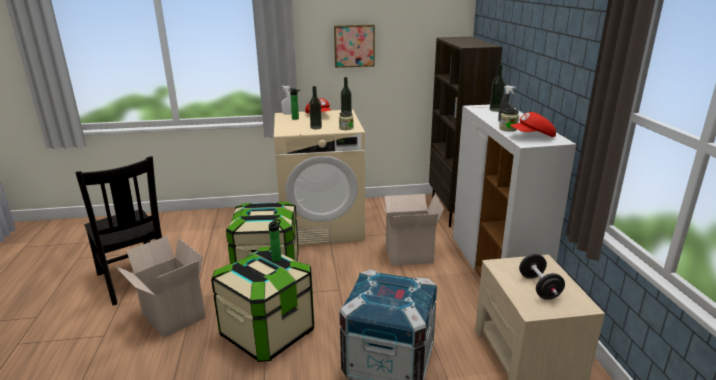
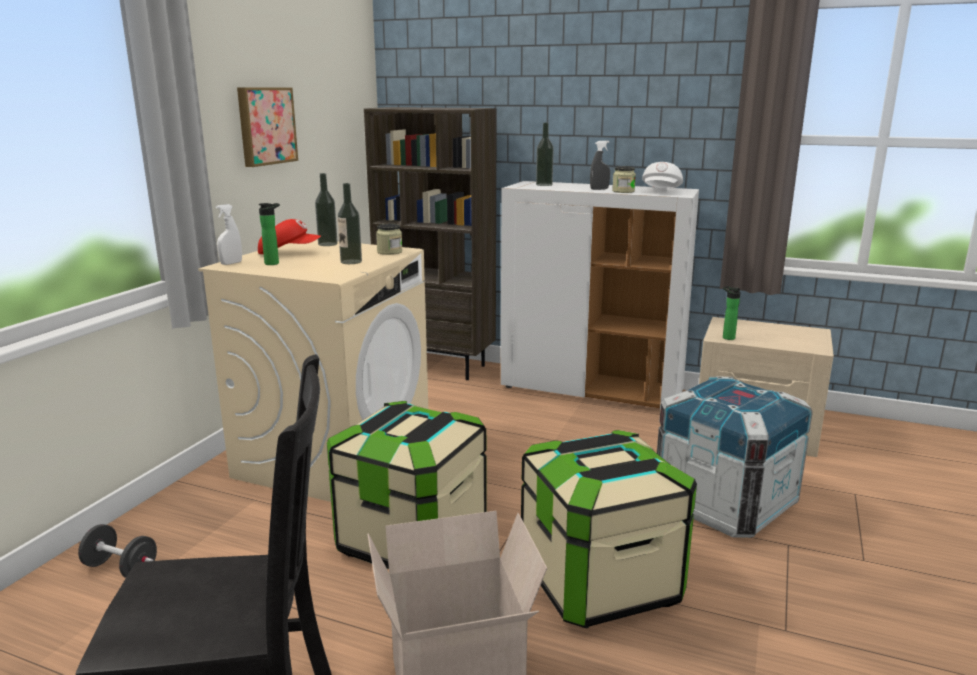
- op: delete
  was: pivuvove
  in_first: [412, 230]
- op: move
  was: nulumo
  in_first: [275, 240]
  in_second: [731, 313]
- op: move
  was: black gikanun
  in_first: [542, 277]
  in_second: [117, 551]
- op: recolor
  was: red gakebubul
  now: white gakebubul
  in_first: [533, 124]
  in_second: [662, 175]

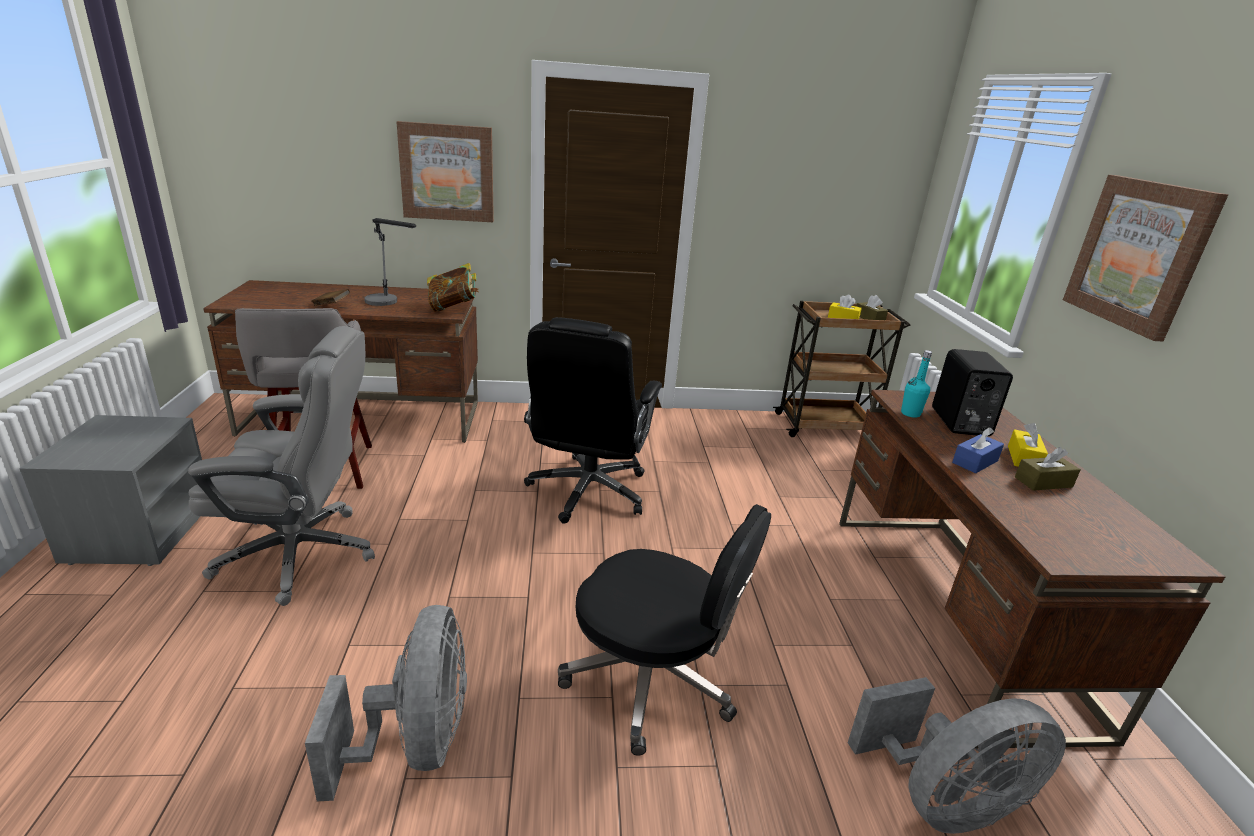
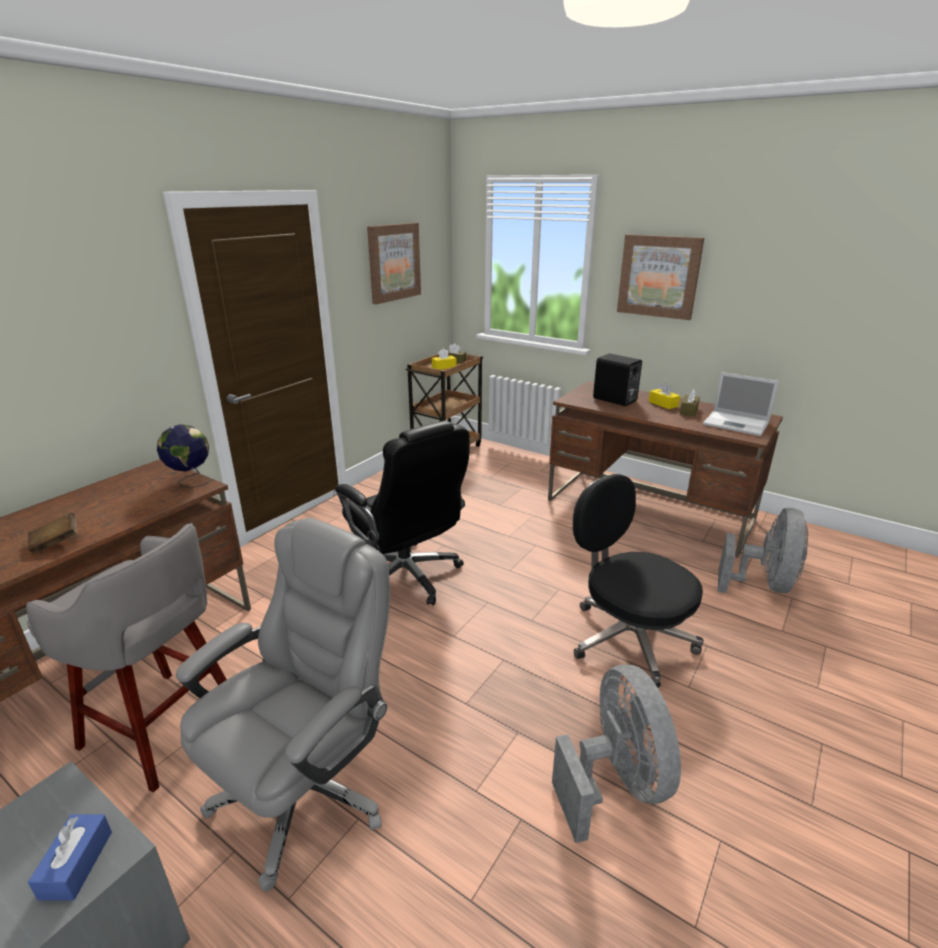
- op: delete
  was: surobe
  in_first: [390, 262]
- op: delete
  was: turquoise nulumo
  in_first: [916, 384]
- op: insert
  now: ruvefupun
  in_second: [741, 404]
- op: move
  was: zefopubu
  in_first: [445, 171]
  in_second: [394, 263]
- op: move
  was: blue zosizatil
  in_first: [978, 450]
  in_second: [70, 857]
- op: replace
  was: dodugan
  now: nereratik
  in_first: [453, 287]
  in_second: [183, 456]
- op: rotate
  was: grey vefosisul
  in_first: [386, 703]
  in_second: [616, 754]
  clockwise: 45
- op: rotate
  was: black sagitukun
  in_first: [664, 630]
  in_second: [638, 581]
  clockwise: -105

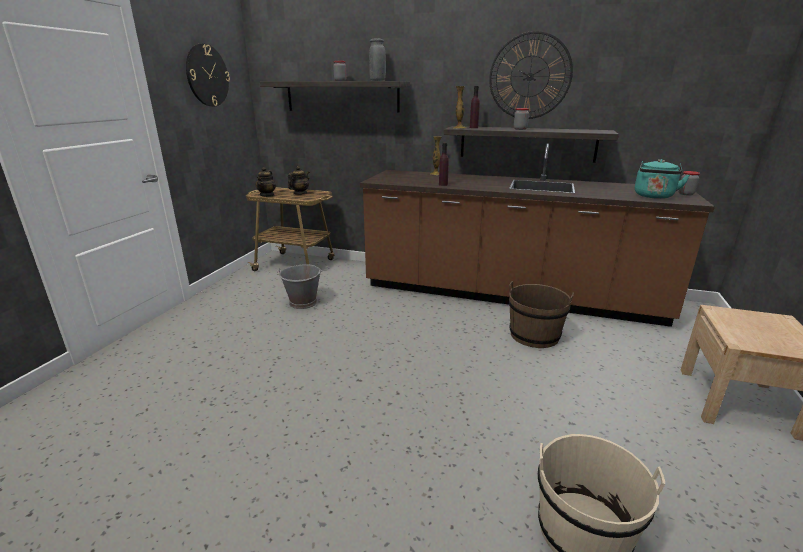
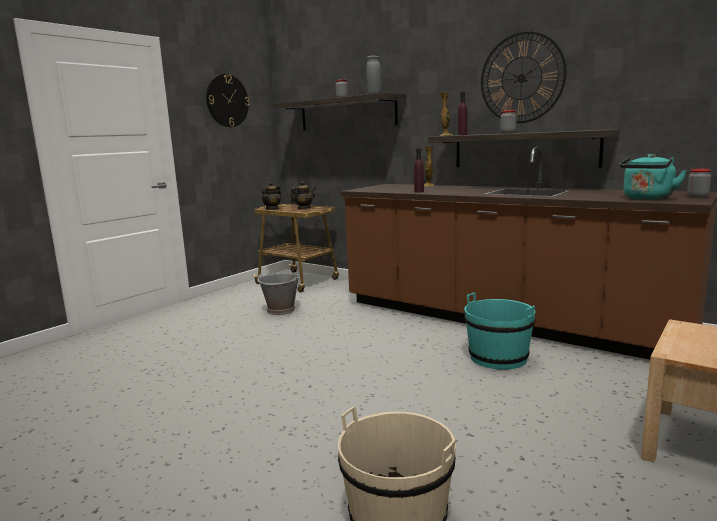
- op: recolor
  was: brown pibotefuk
  now: turquoise pibotefuk
  in_first: [541, 314]
  in_second: [499, 331]

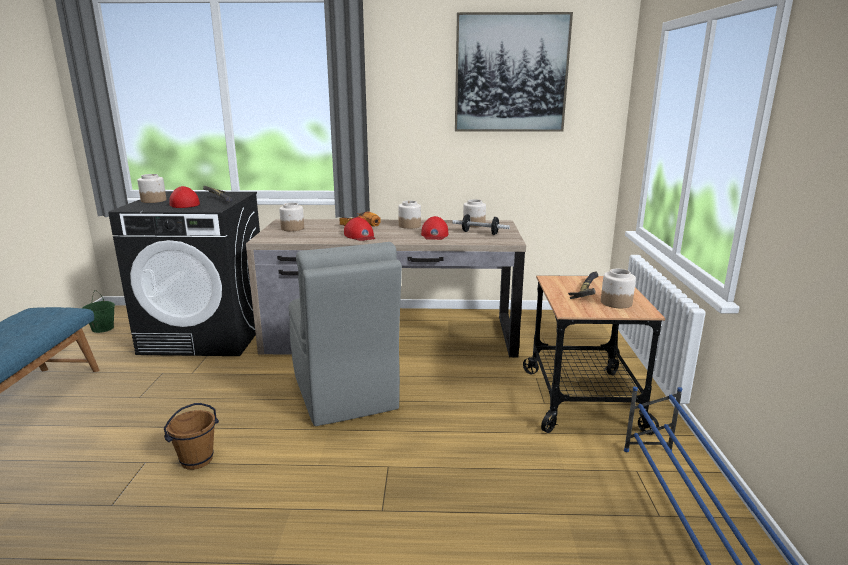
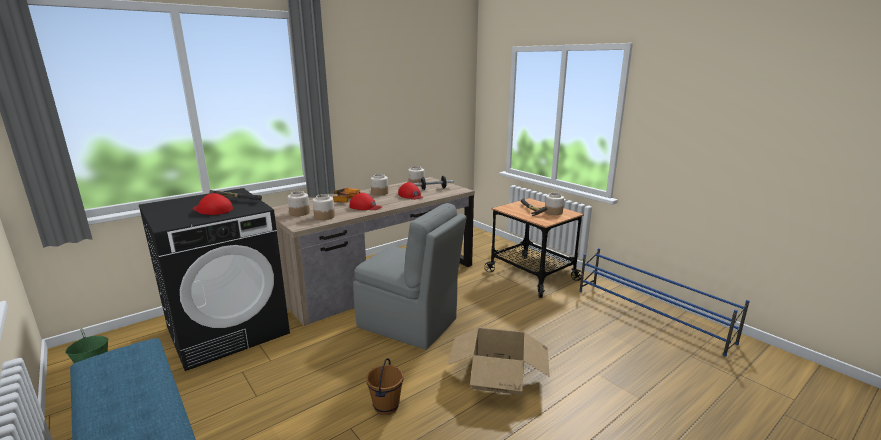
- op: delete
  was: zefopubu
  in_first: [514, 72]
- op: insert
  now: pivuvove
  in_second: [499, 361]
- op: move
  was: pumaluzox
  in_first: [151, 188]
  in_second: [324, 207]

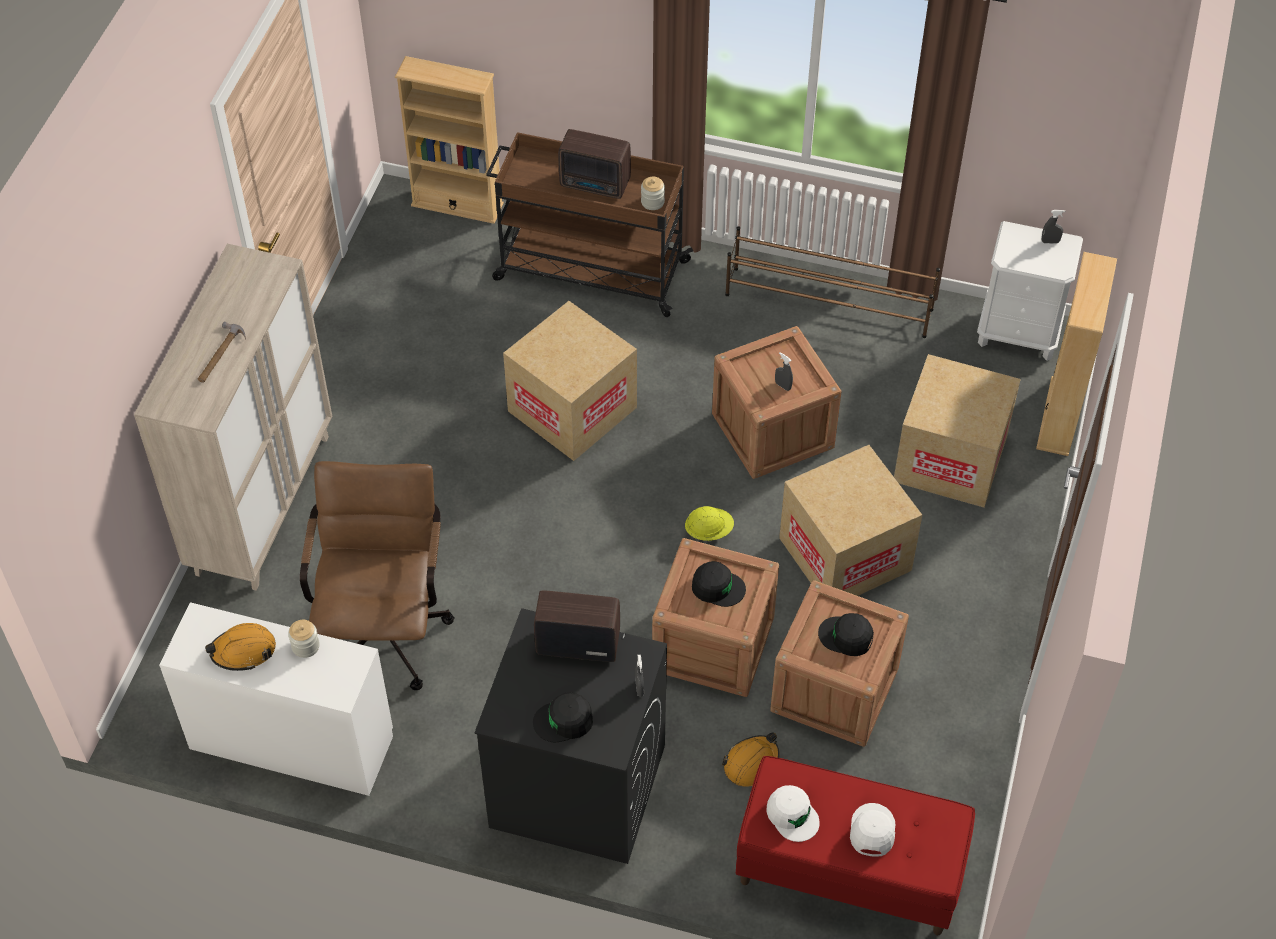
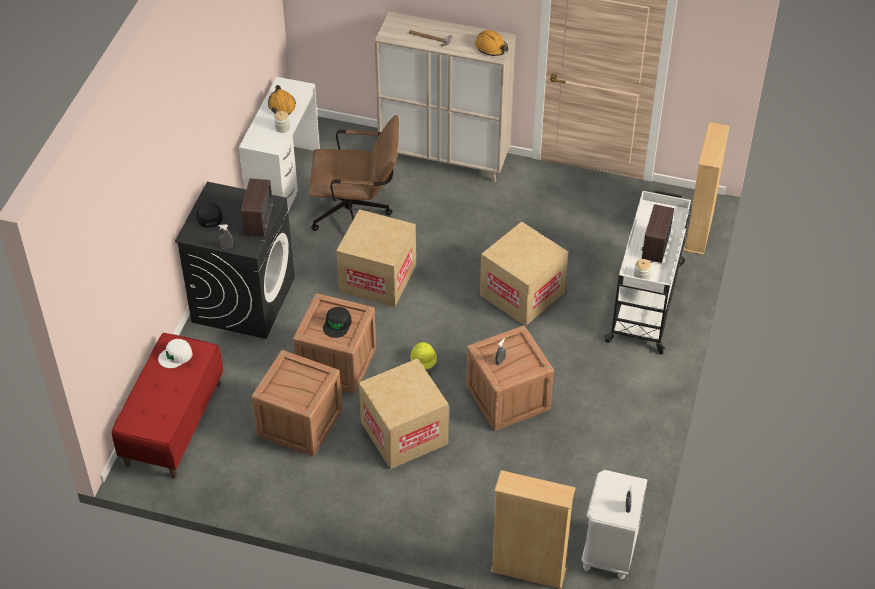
- op: delete
  was: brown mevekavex
  in_first: [832, 282]
- op: delete
  was: black gakebubul
  in_first: [846, 634]
- op: delete
  was: white gakebubul
  in_first: [872, 830]
- op: move
  was: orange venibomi
  in_first: [750, 759]
  in_second: [491, 43]
- op: move
  was: pivuvove
  in_first: [957, 431]
  in_second: [376, 258]
- op: recolor
  was: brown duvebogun
  now: white duvebogun
  in_first: [589, 224]
  in_second: [647, 272]

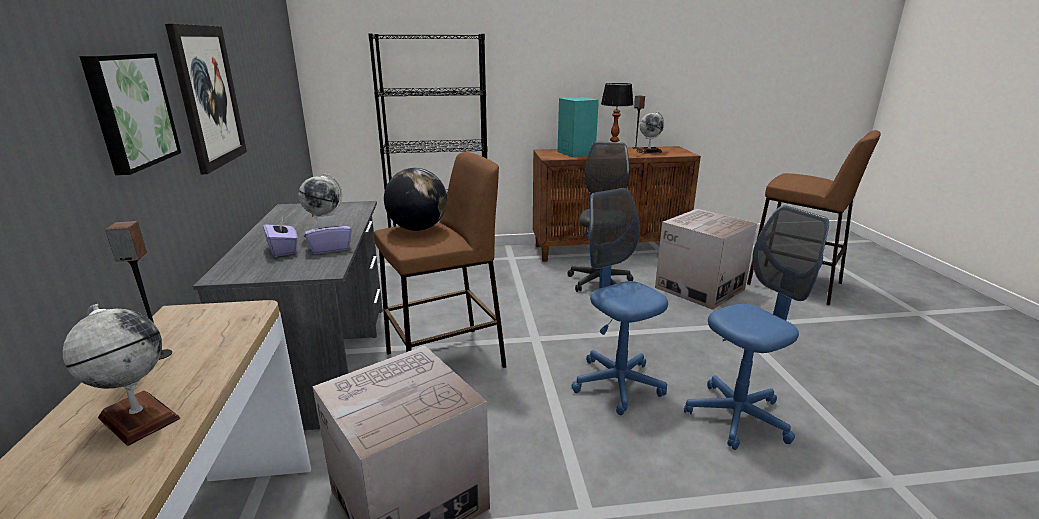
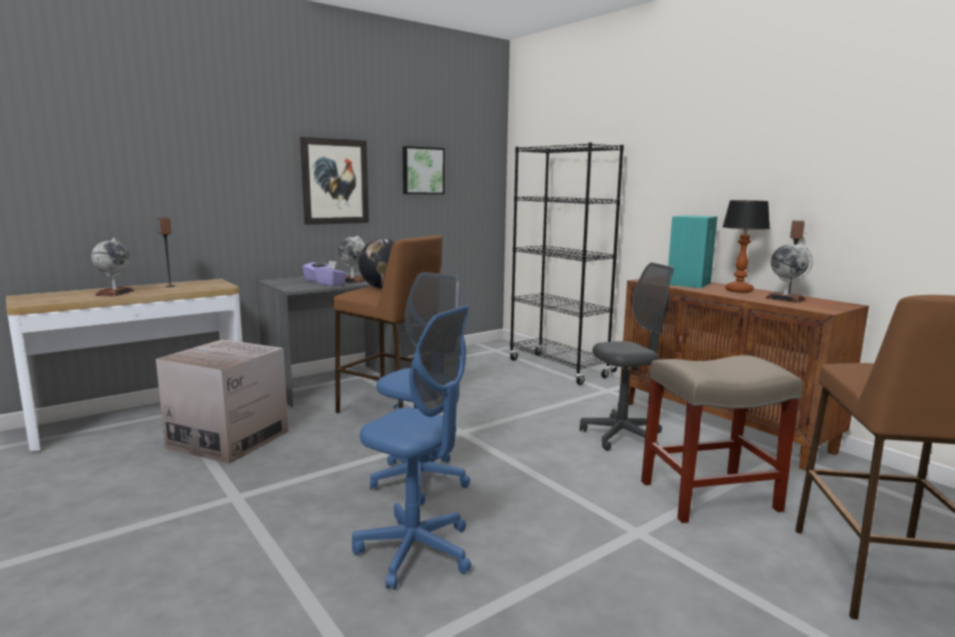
- op: move
  was: zefopubu
  in_first: [130, 114]
  in_second: [424, 170]
- op: replace
  was: pivuvove
  now: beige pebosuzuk
  in_first: [706, 259]
  in_second: [721, 439]

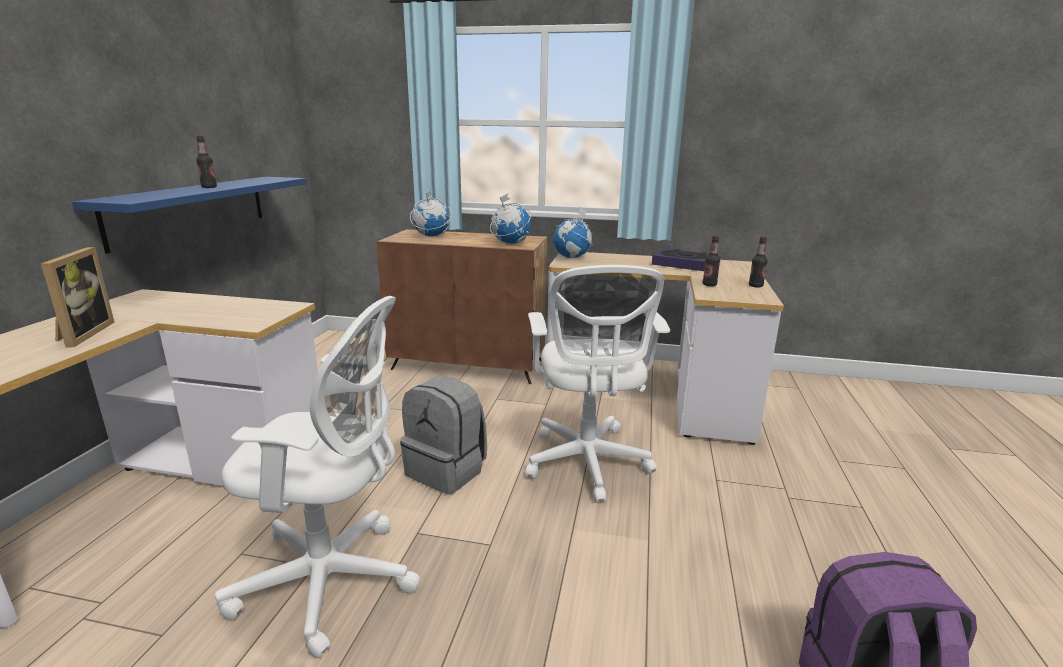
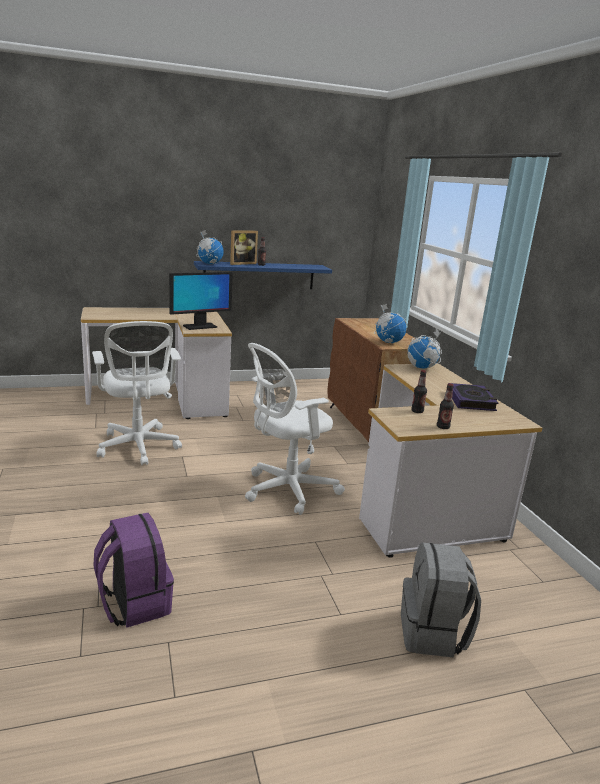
- op: insert
  now: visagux
  in_second: [201, 301]
- op: move
  was: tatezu
  in_first: [77, 297]
  in_second: [244, 247]
- op: move
  was: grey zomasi
  in_first: [443, 435]
  in_second: [441, 600]
- op: move
  was: nereratik
  in_first: [431, 213]
  in_second: [210, 247]

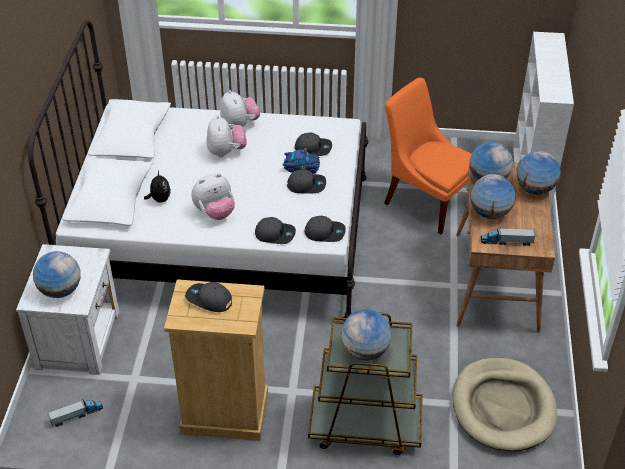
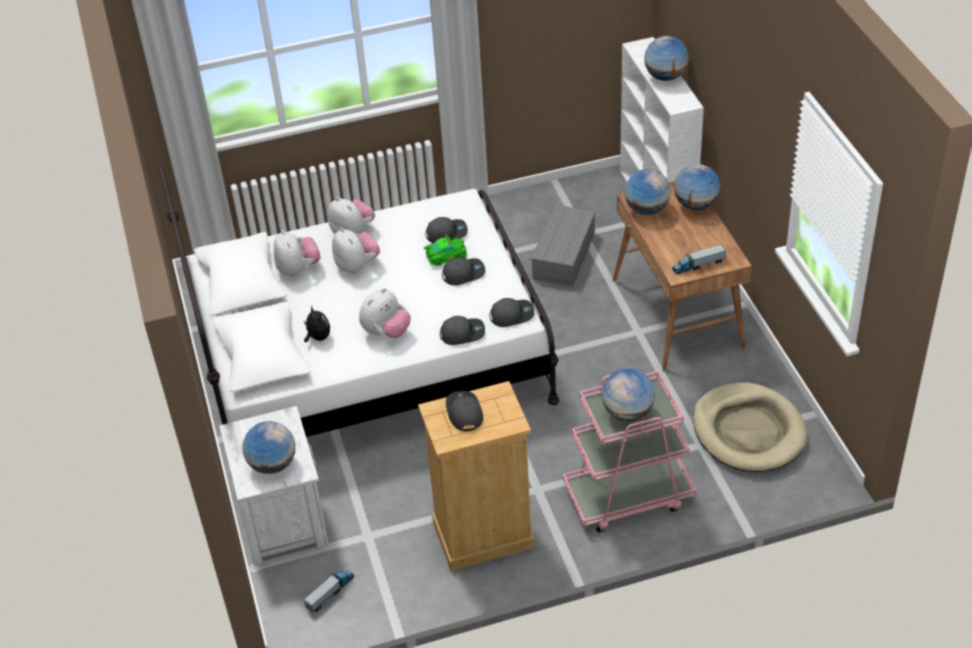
- op: insert
  now: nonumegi
  in_second: [297, 253]
- op: move
  was: nereratik
  in_first: [492, 196]
  in_second: [666, 58]
- op: replace
  was: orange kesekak
  now: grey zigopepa
  in_first: [428, 155]
  in_second: [563, 246]
- op: recolor
  was: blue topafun
  now: green topafun
  in_first: [301, 161]
  in_second: [445, 250]
- op: recolor
  was: brown duvebogun
  now: pink duvebogun
  in_first: [365, 383]
  in_second: [630, 451]
- op: rotate
  was: grey gakebubul
  in_first: [208, 297]
  in_second: [464, 411]
  clockwise: 75

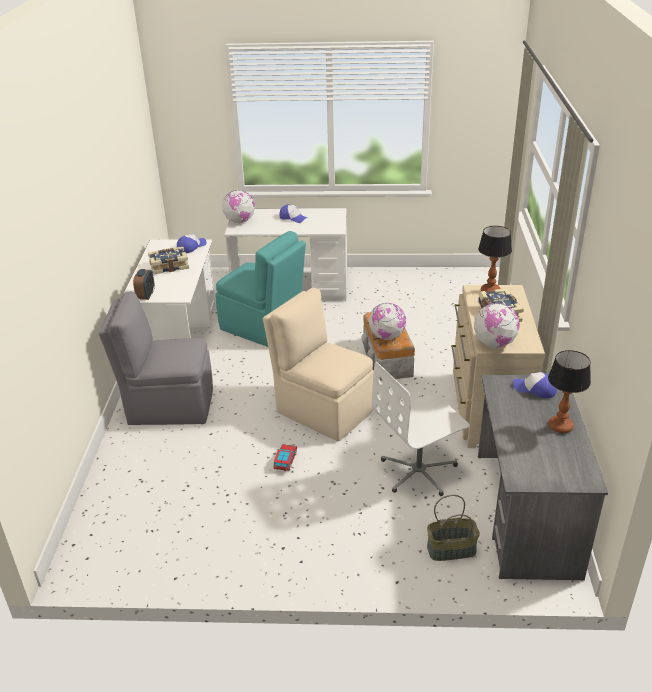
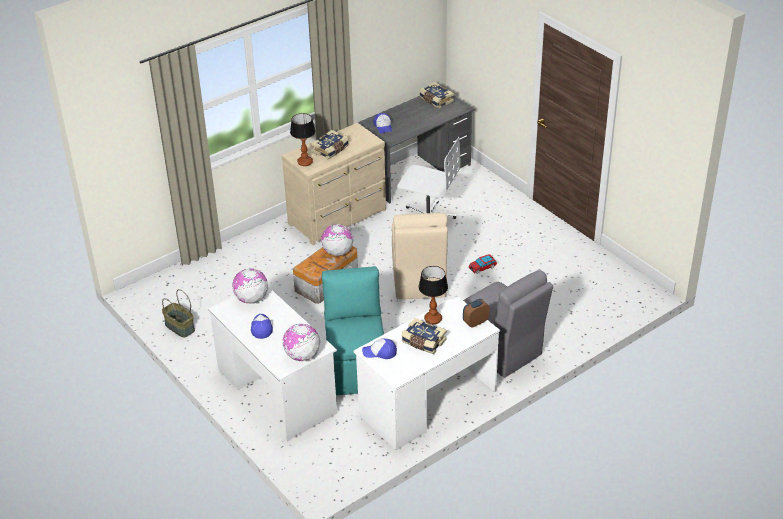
- op: insert
  now: dodugan
  in_second: [436, 95]
- op: move
  was: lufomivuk
  in_first: [453, 528]
  in_second: [178, 313]
- op: move
  was: nereratik
  in_first: [497, 325]
  in_second: [250, 286]
- op: move
  was: surobe
  in_first: [569, 391]
  in_second: [433, 295]

